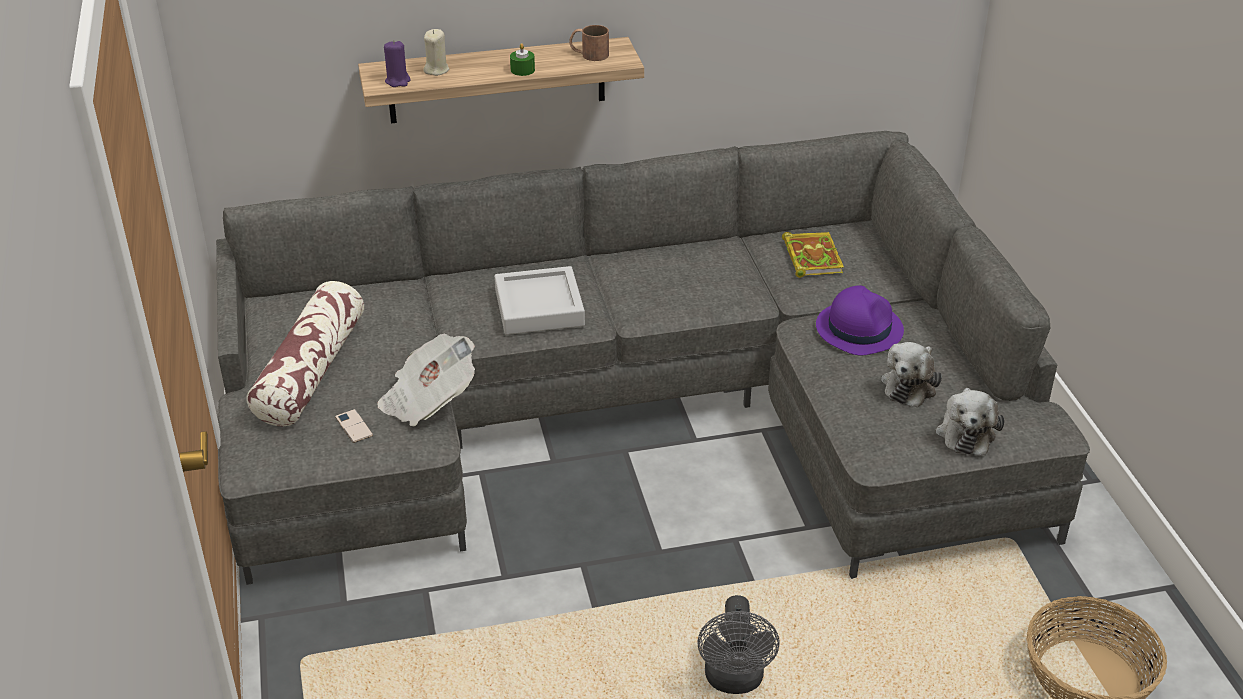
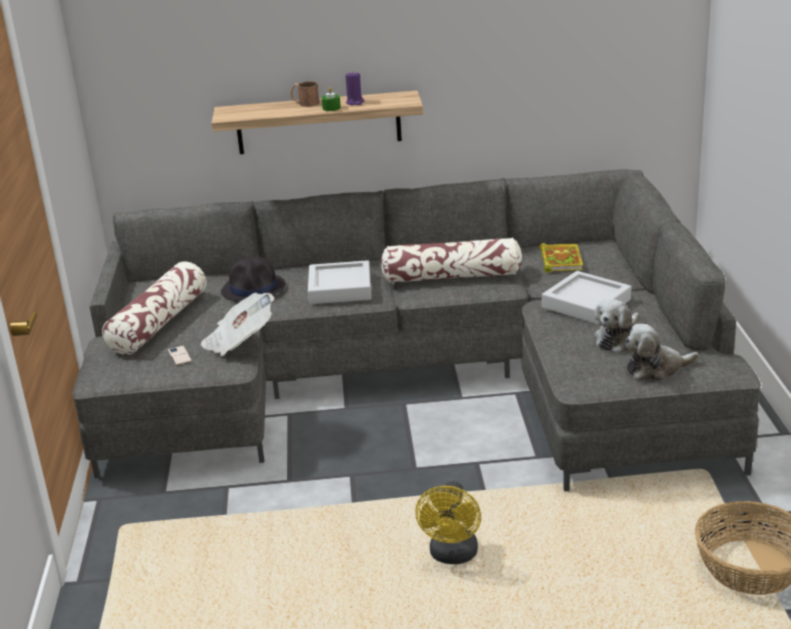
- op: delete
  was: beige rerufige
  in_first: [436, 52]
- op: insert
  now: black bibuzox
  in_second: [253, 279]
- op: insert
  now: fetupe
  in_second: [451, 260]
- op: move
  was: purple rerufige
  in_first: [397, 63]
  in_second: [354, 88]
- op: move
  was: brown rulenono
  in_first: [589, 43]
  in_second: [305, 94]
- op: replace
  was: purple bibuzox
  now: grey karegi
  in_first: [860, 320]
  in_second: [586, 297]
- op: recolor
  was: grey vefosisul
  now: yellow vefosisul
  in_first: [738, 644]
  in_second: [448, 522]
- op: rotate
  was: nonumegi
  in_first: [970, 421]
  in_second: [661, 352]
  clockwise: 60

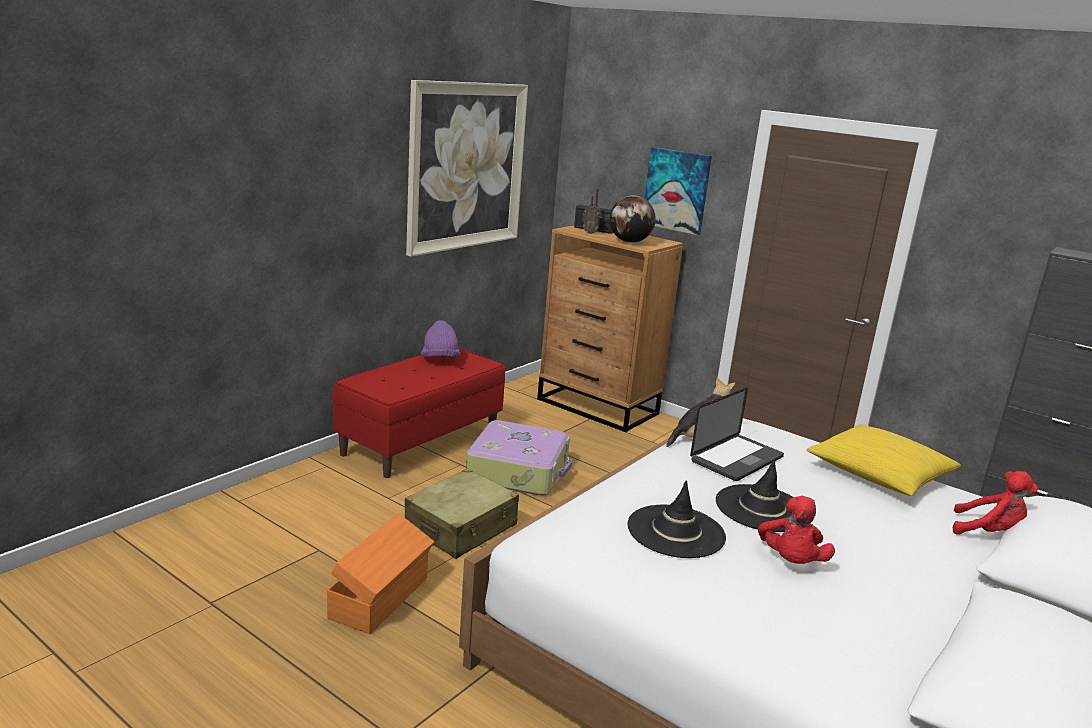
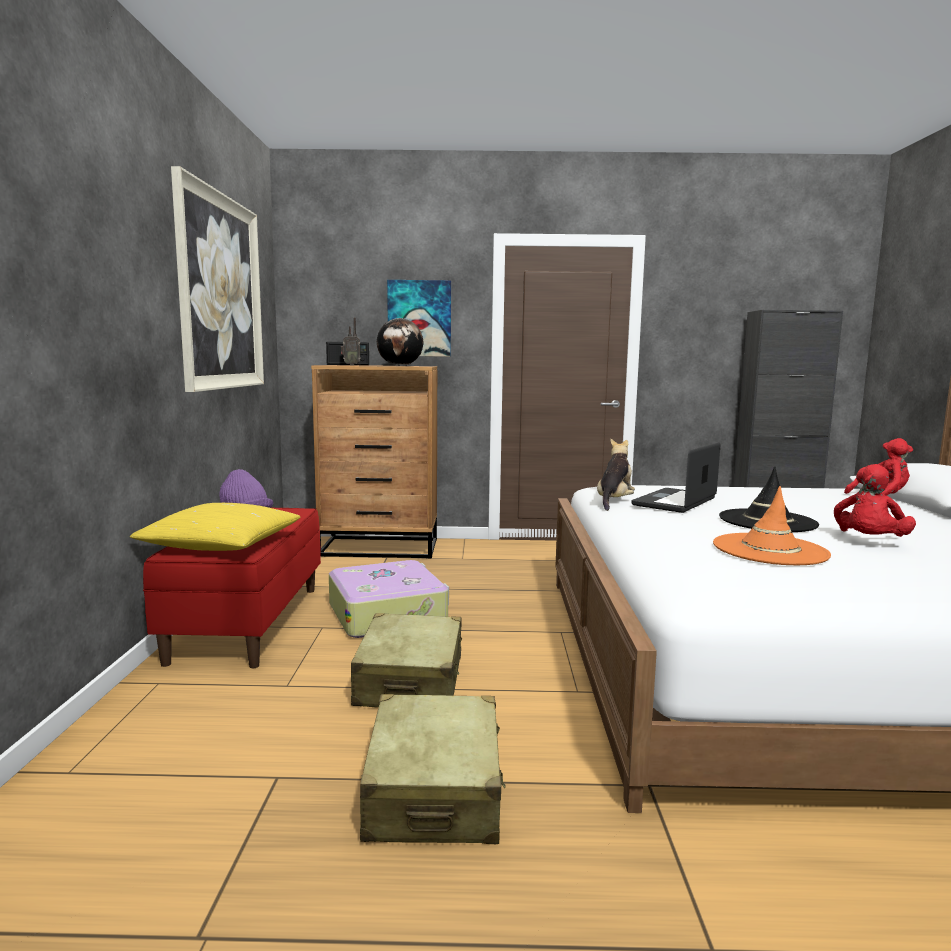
- op: move
  was: yellow fetupe
  in_first: [884, 460]
  in_second: [215, 527]
- op: replace
  was: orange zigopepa
  now: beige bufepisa
  in_first: [380, 573]
  in_second: [433, 769]
- op: recolor
  was: black bibuzox
  now: orange bibuzox
  in_first: [677, 519]
  in_second: [772, 525]
- op: rotate
  was: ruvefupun
  in_first: [737, 434]
  in_second: [676, 477]
  clockwise: -150
- op: rotate
  was: red nonumegi
  in_first: [796, 530]
  in_second: [875, 500]
  clockwise: 60

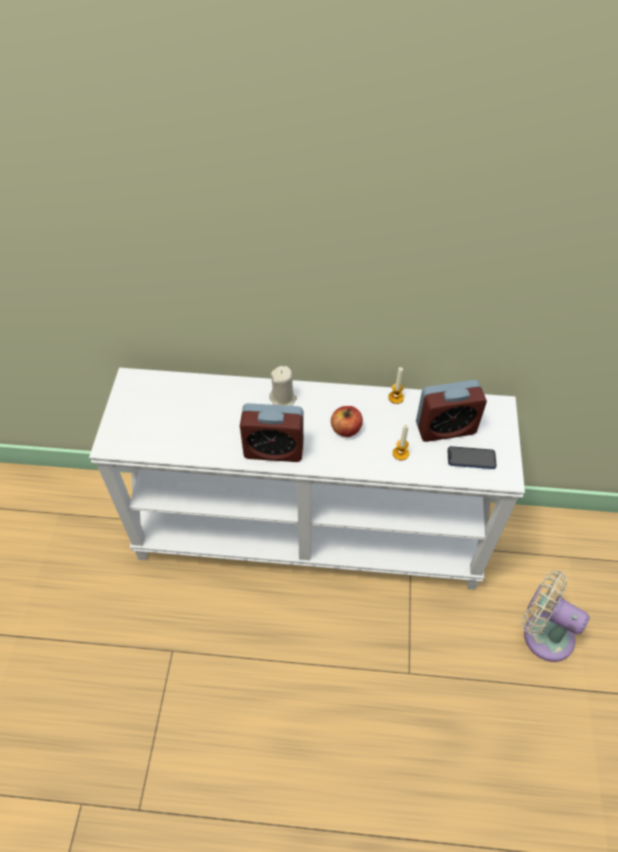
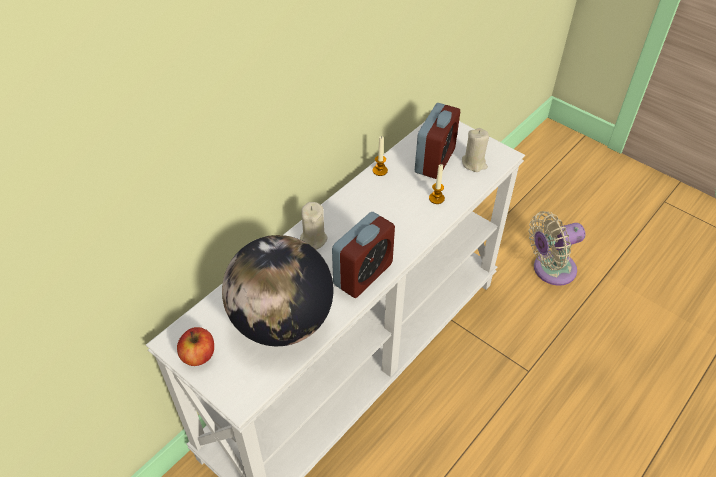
- op: insert
  now: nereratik
  in_second: [277, 290]
- op: move
  was: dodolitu
  in_first: [347, 421]
  in_second: [195, 346]
- op: replace
  was: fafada
  now: beige rerufige
  in_first: [472, 457]
  in_second: [475, 150]

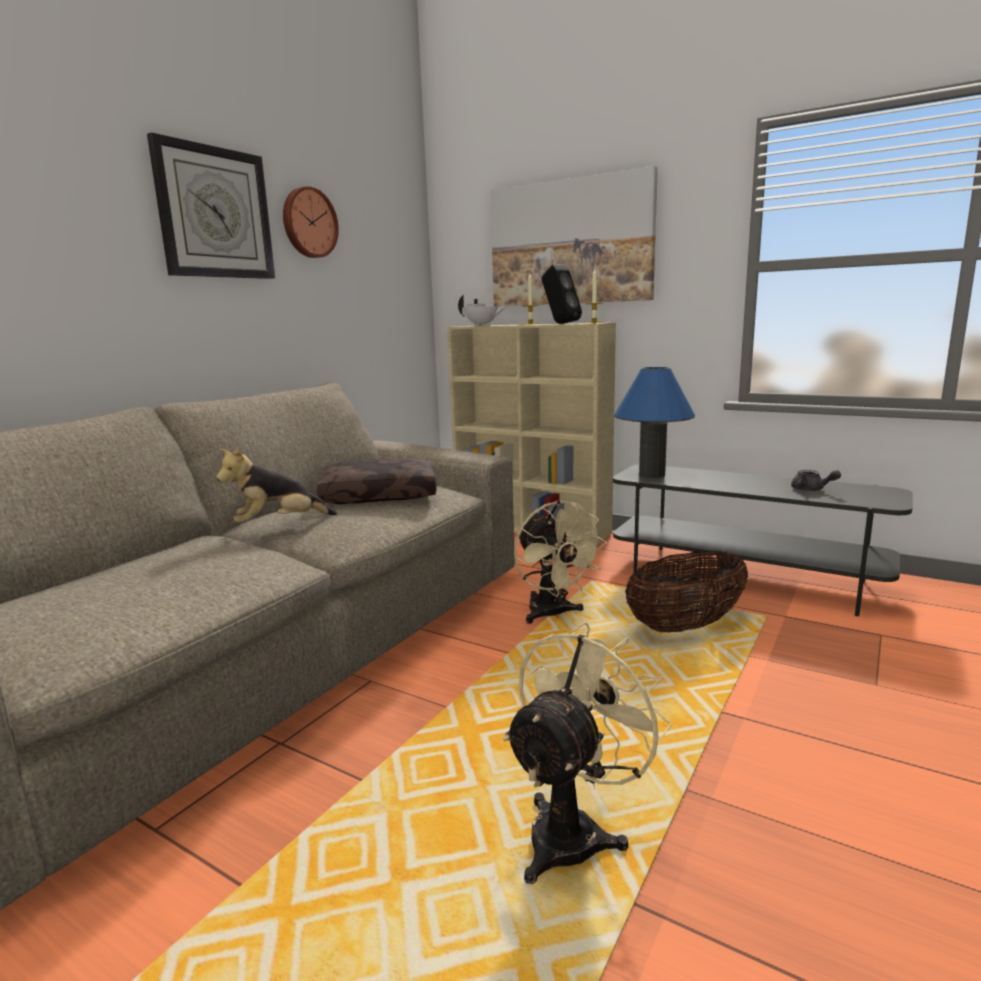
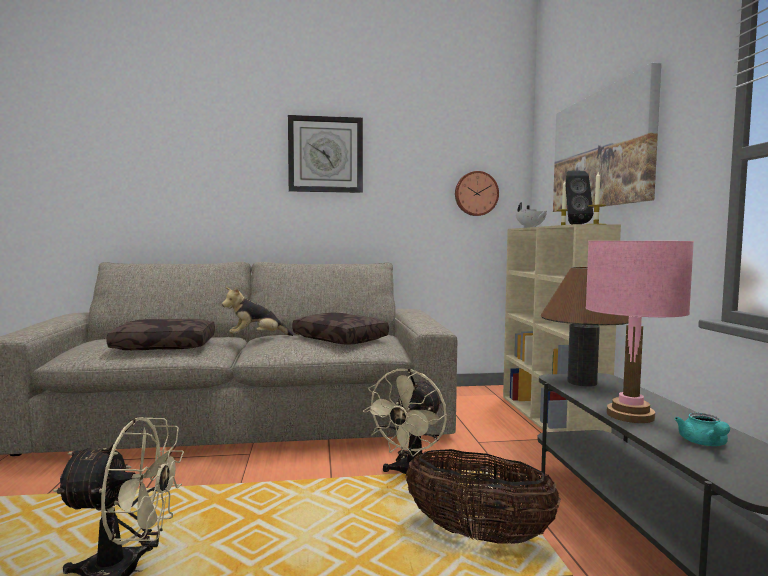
- op: insert
  now: brown fetupe
  in_second: [160, 334]
- op: insert
  now: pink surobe
  in_second: [640, 332]
- op: move
  was: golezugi
  in_first: [311, 222]
  in_second: [477, 193]
- op: recolor
  was: blue surobe
  now: brown surobe
  in_first: [654, 422]
  in_second: [585, 327]
- op: recolor
  was: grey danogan
  now: turquoise danogan
  in_first: [816, 480]
  in_second: [702, 429]
- op: rotate
  was: nonumegi
  in_first: [276, 485]
  in_second: [257, 311]
  clockwise: -45

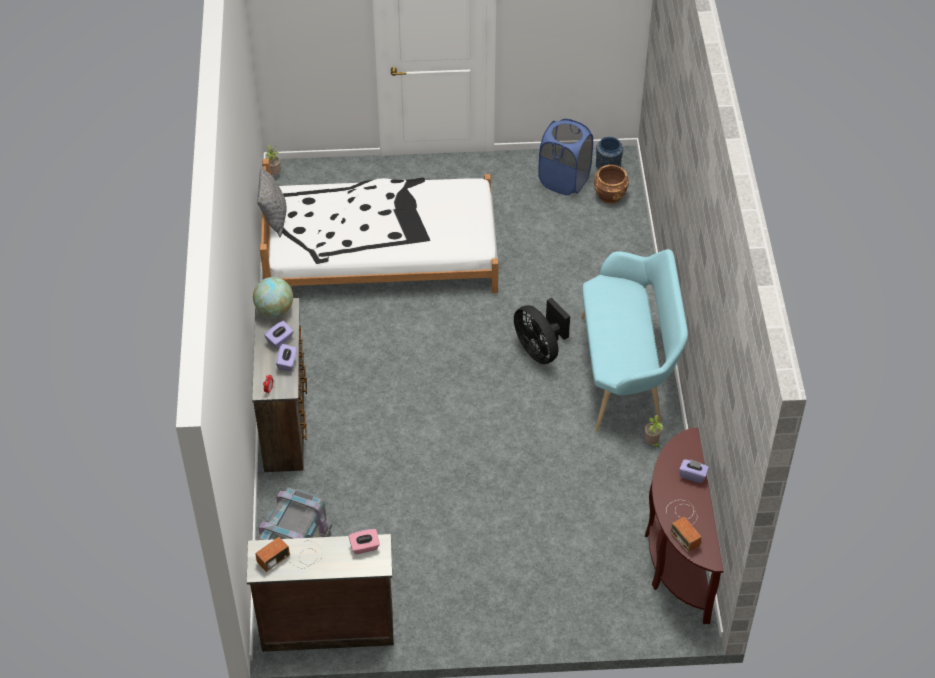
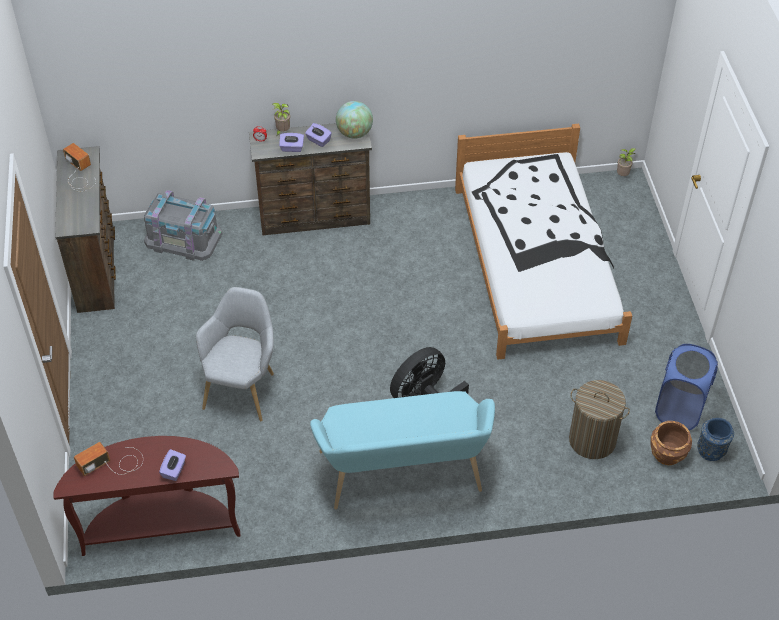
- op: delete
  was: grey fetupe
  in_first: [272, 201]
- op: delete
  was: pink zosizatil
  in_first: [364, 541]
- op: insert
  now: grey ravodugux
  in_second: [235, 354]
- op: insert
  now: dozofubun
  in_second: [599, 419]
- op: move
  was: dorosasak
  in_first: [654, 431]
  in_second: [281, 119]

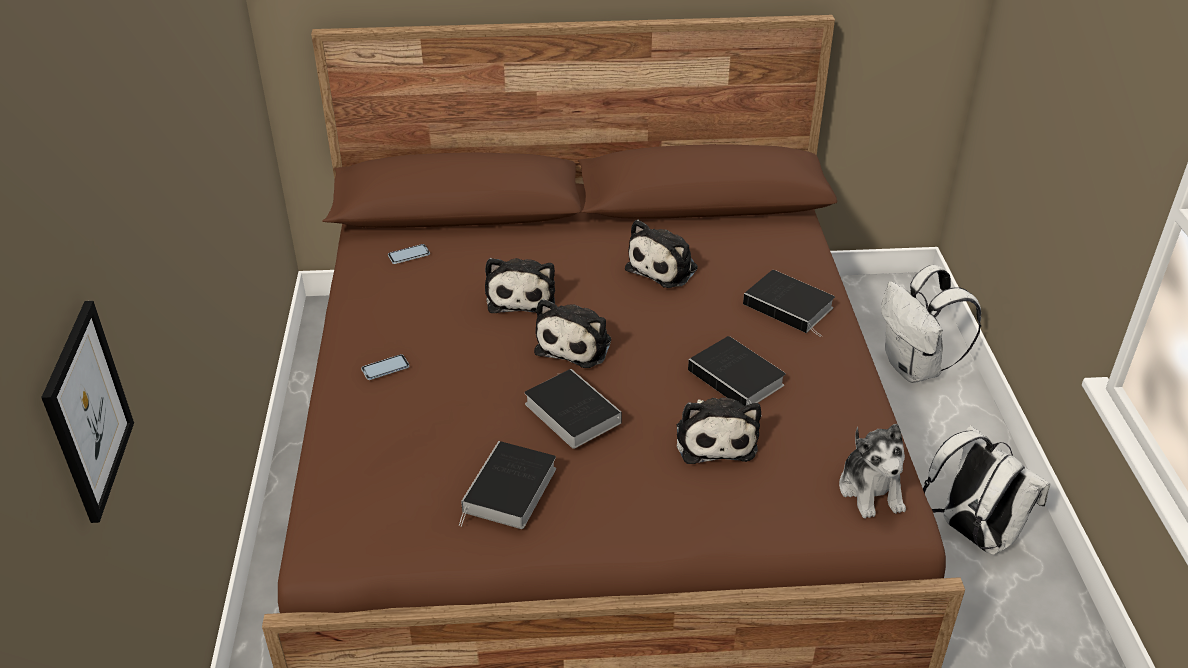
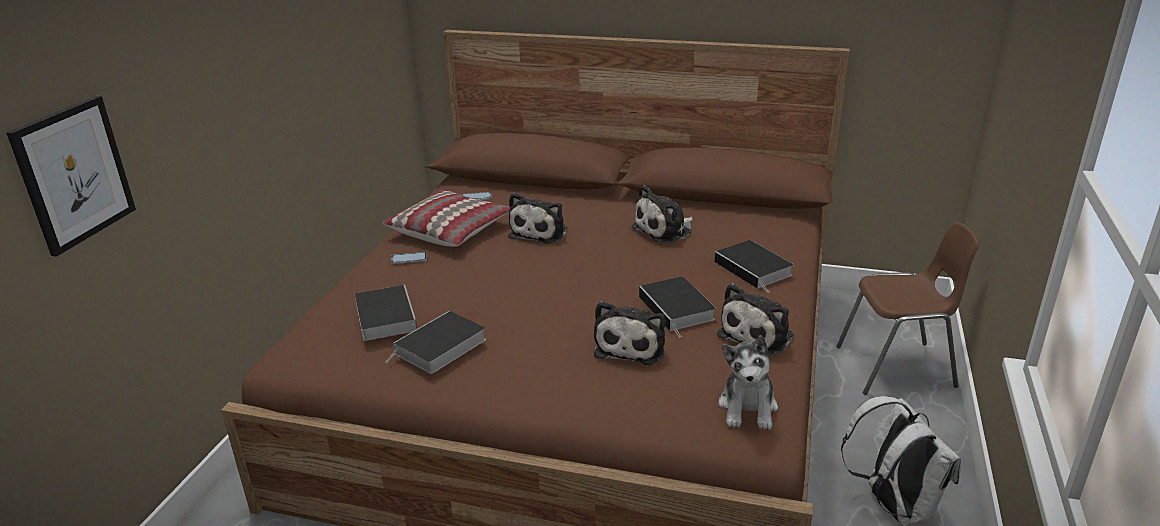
- op: insert
  now: fetupe
  in_second: [446, 218]
- op: move
  was: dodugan
  in_first: [573, 409]
  in_second: [386, 313]
- op: move
  was: nonumegi
  in_first: [572, 333]
  in_second: [755, 319]
- op: replace
  was: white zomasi
  now: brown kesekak
  in_first: [931, 324]
  in_second: [908, 308]

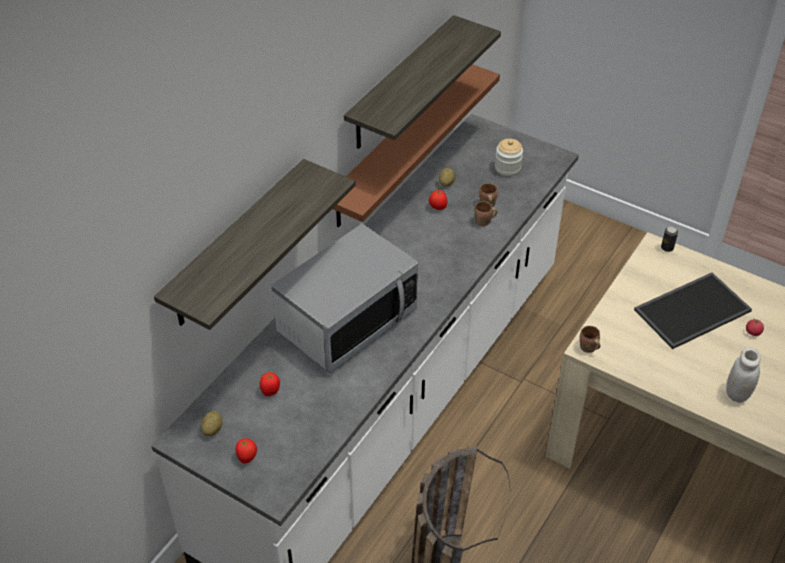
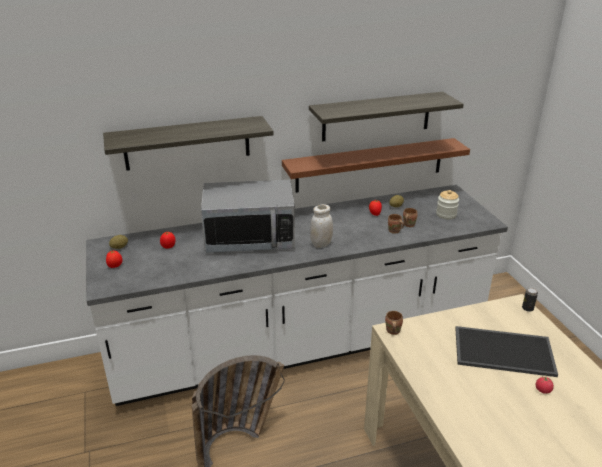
- op: move
  was: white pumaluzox
  in_first: [743, 375]
  in_second: [321, 226]

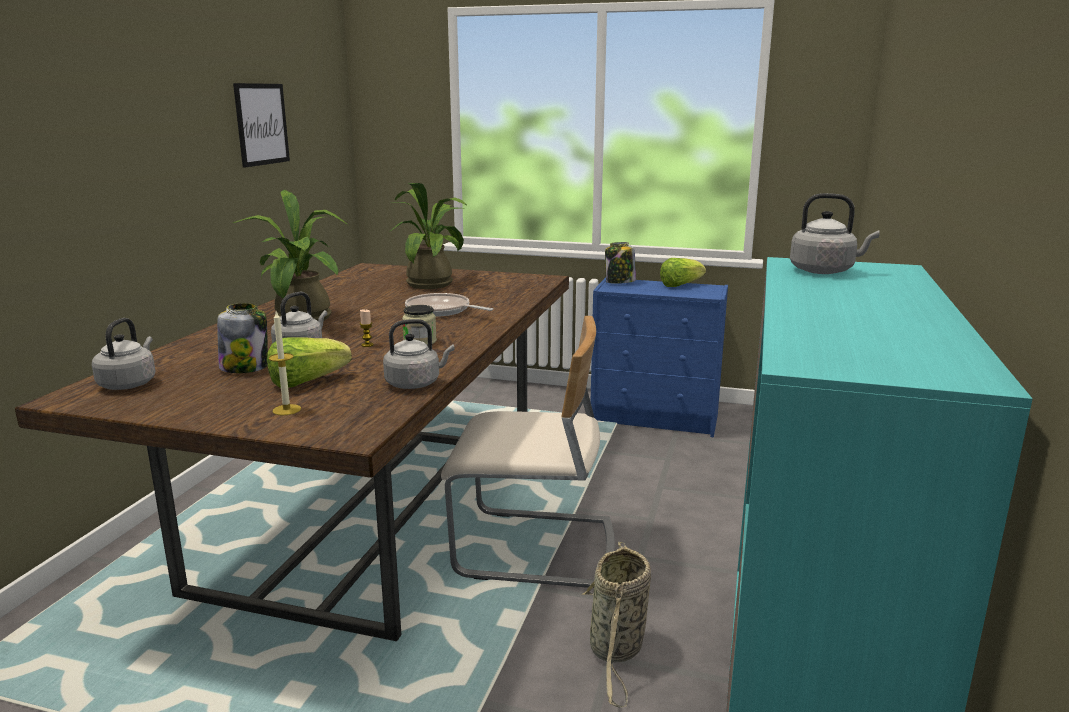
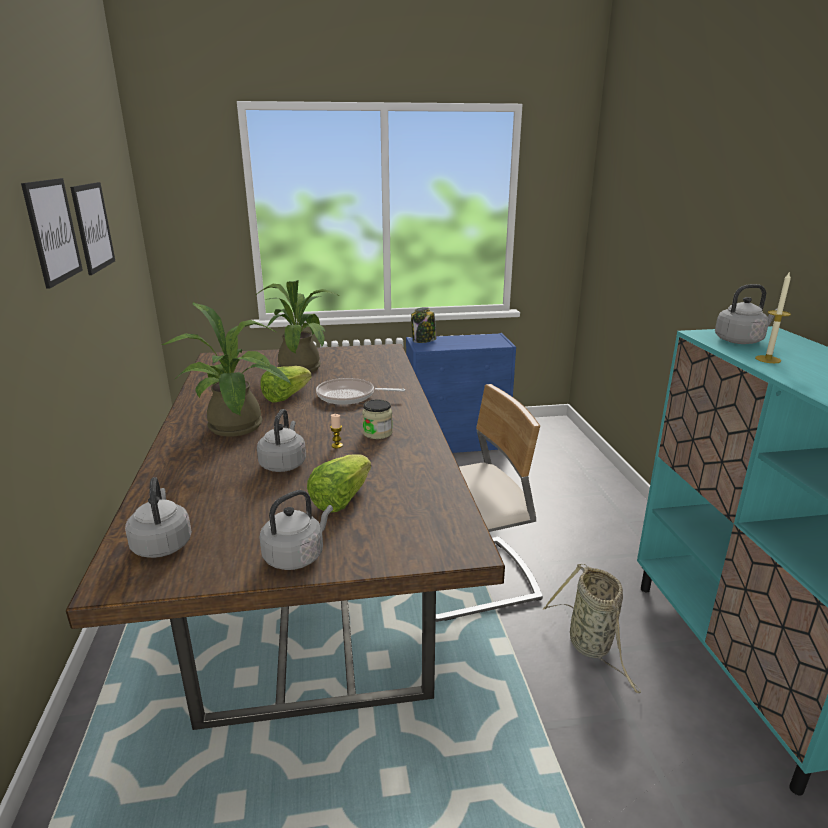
- op: delete
  was: pumaluzox
  in_first: [242, 338]
- op: insert
  now: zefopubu
  in_second: [52, 233]
- op: move
  was: rerufige
  in_first: [285, 364]
  in_second: [773, 317]
- op: move
  was: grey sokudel
  in_first: [418, 354]
  in_second: [296, 530]
- op: move
  was: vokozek
  in_first: [683, 272]
  in_second: [286, 384]

